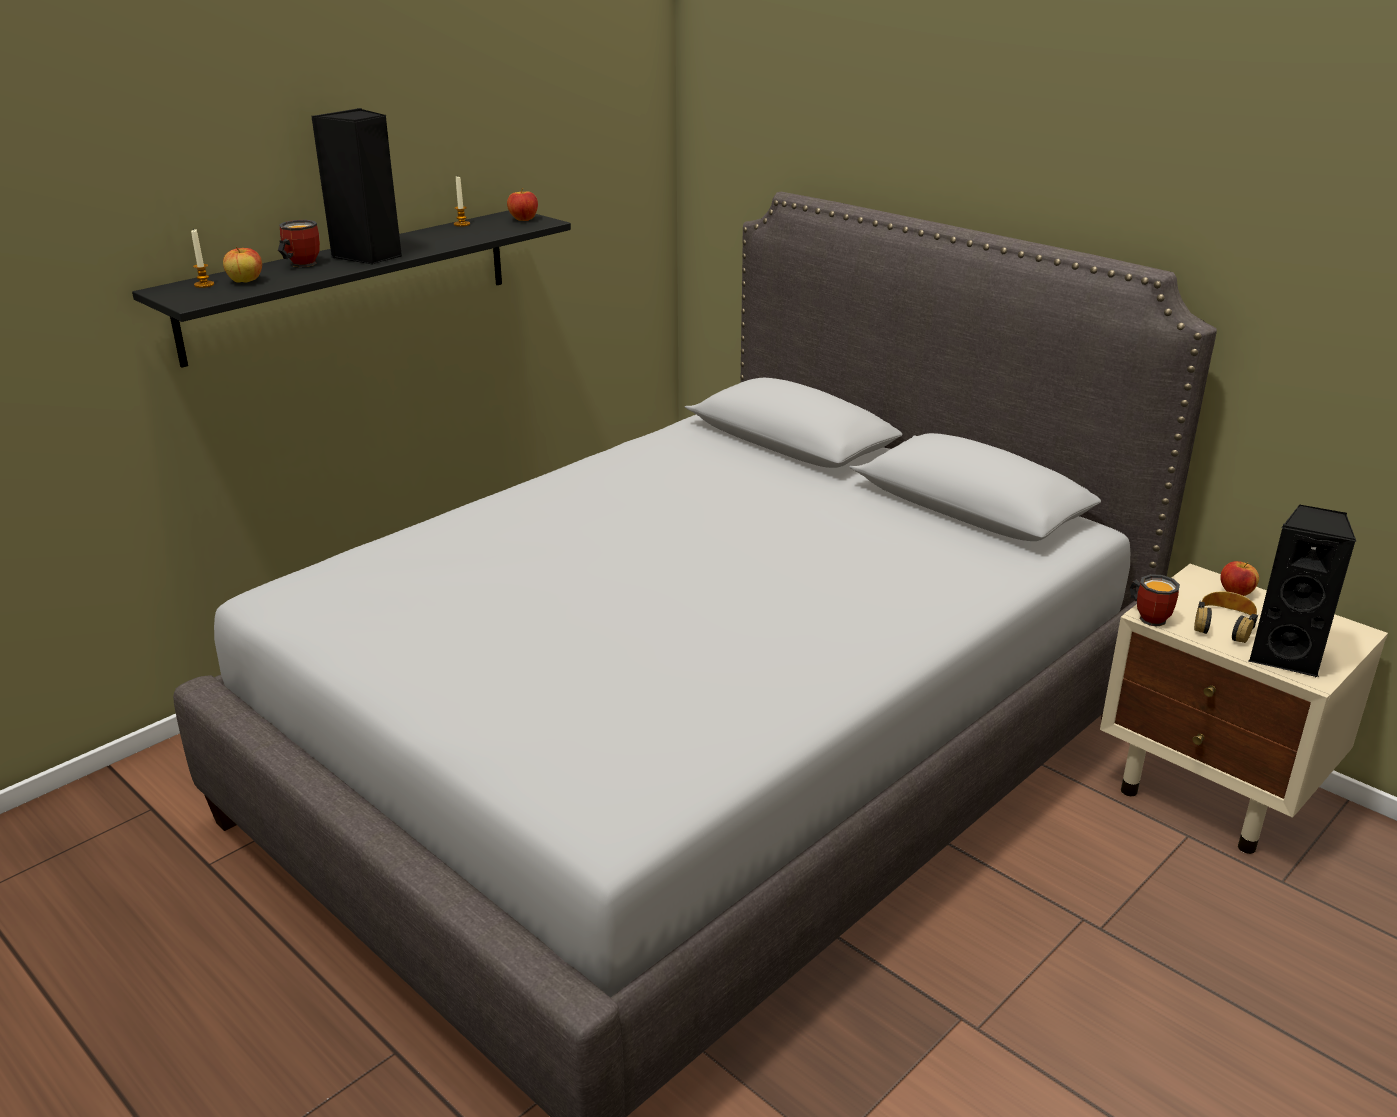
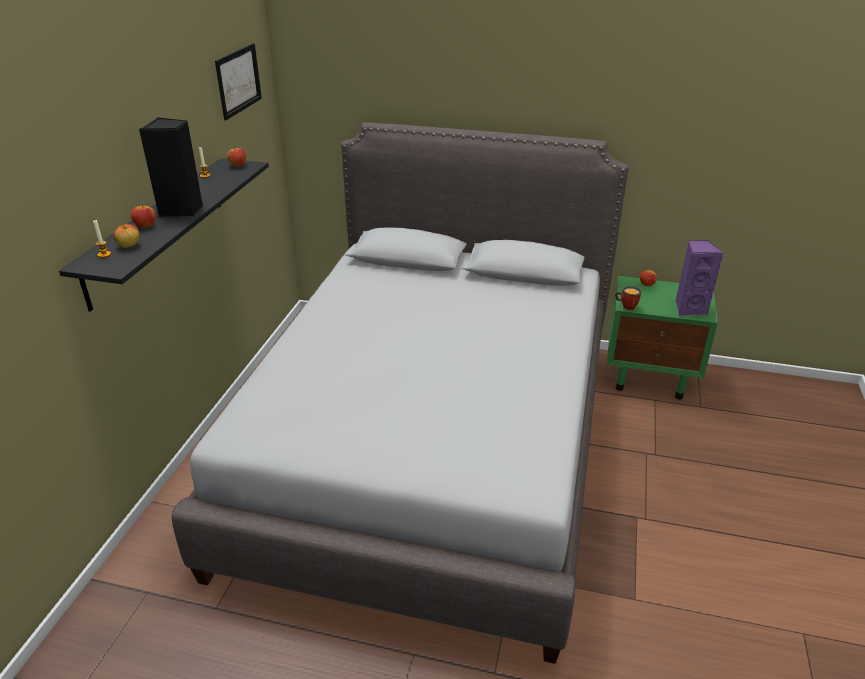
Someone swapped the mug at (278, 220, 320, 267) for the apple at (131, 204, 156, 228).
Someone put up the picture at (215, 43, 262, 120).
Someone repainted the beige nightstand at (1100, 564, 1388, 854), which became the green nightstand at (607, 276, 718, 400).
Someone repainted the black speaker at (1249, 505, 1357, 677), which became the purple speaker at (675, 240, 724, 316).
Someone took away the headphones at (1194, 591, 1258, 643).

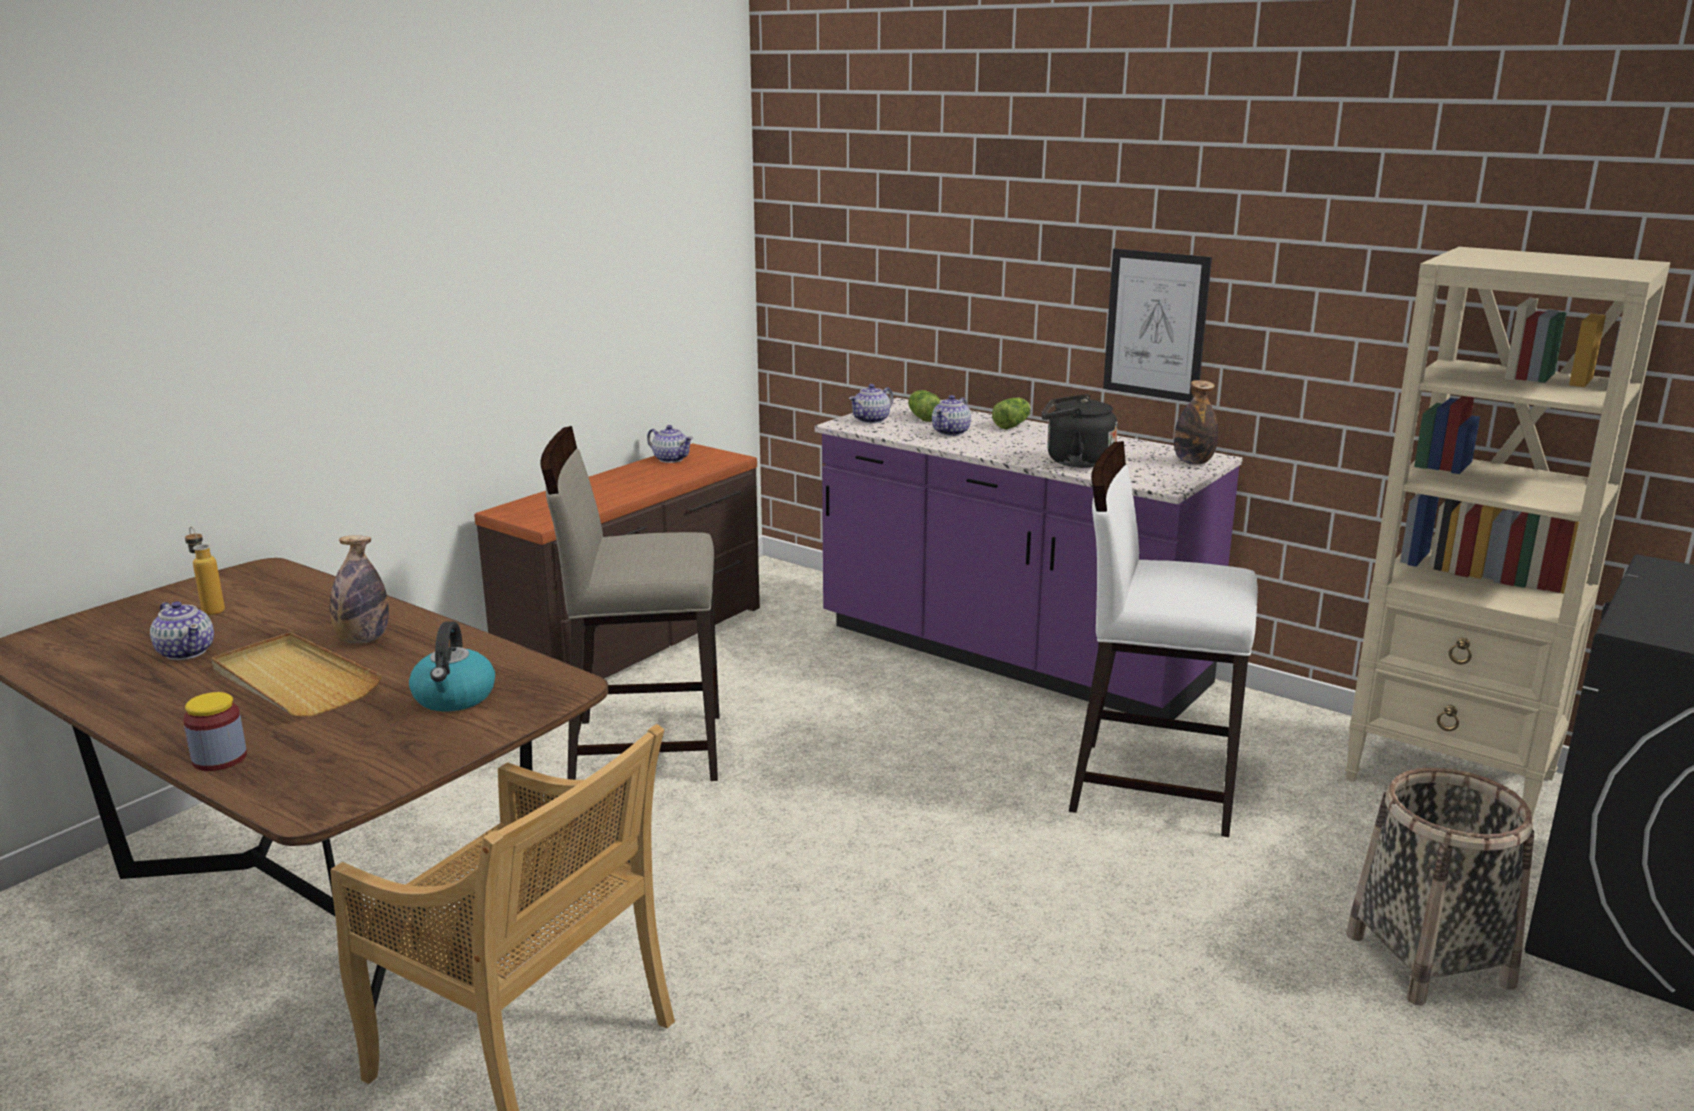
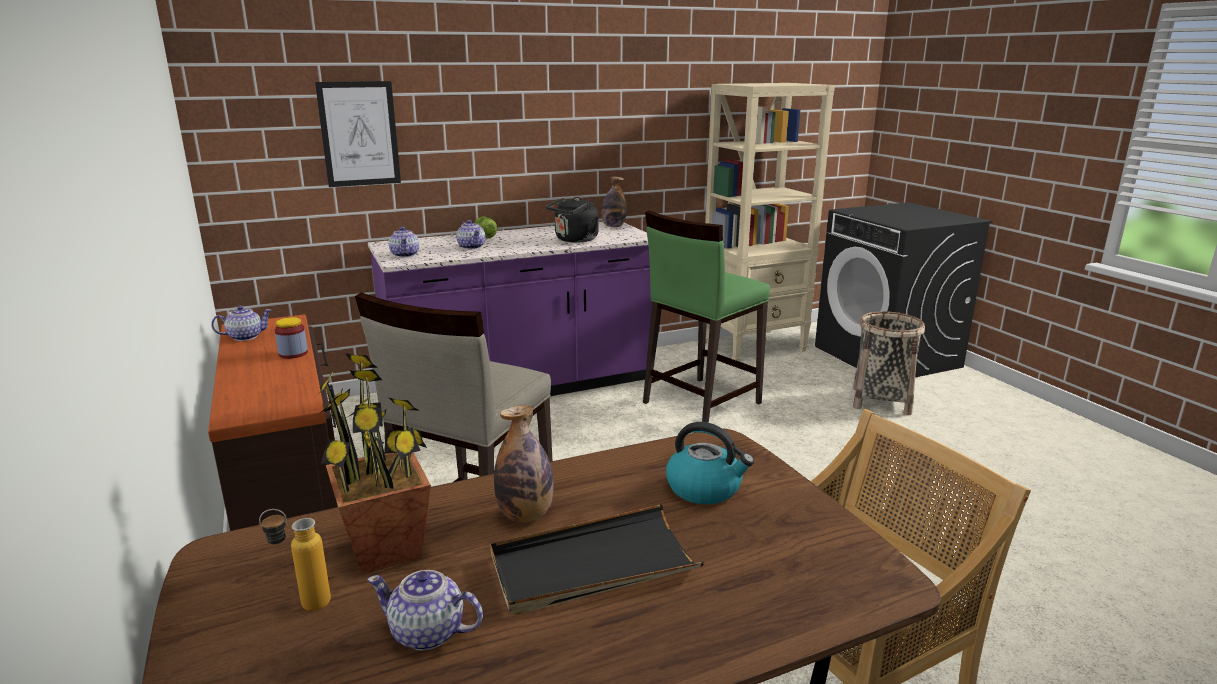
Someone carried the jar from (183, 692, 247, 771) to (275, 317, 308, 359).
Someone carried the picture from (1103, 249, 1212, 402) to (315, 81, 401, 187).
Someone put down the potted plant at (316, 353, 431, 574).
Someone rotated the teapot at (150, 601, 214, 660) by 150 degrees counterclockwise.
Someone repainted the beige tray at (211, 632, 382, 716), which became the black tray at (490, 504, 704, 615).
Someone repainted the white stool at (1069, 441, 1258, 837), which became the green stool at (643, 211, 770, 423).
Someone took away the lettuce at (908, 390, 941, 422).

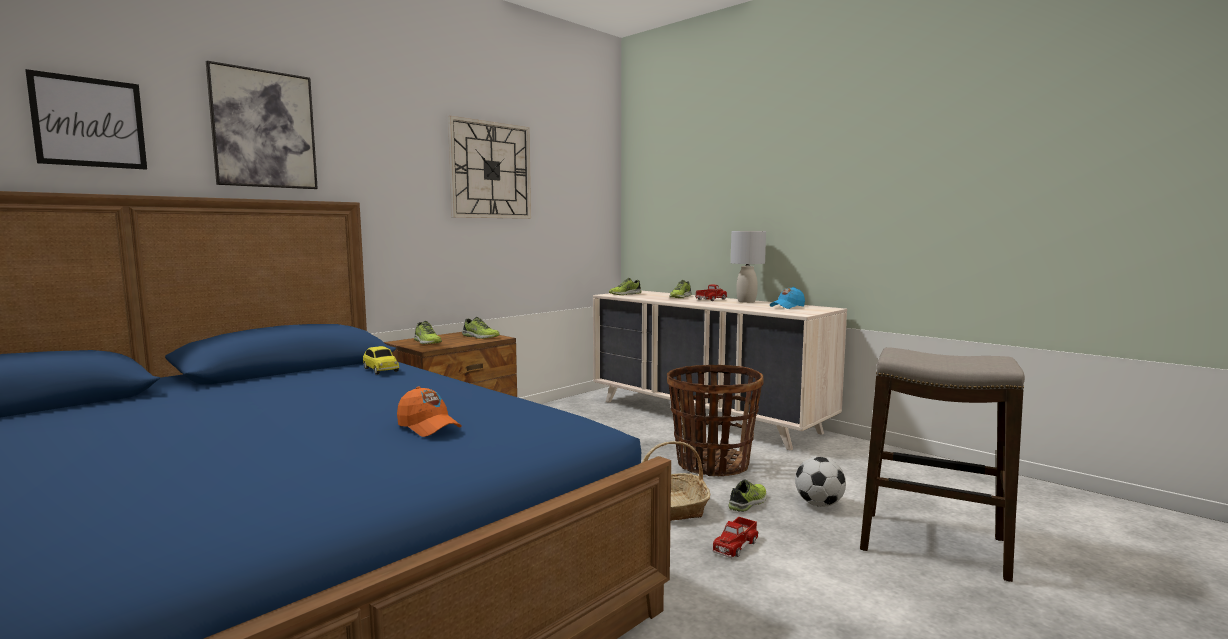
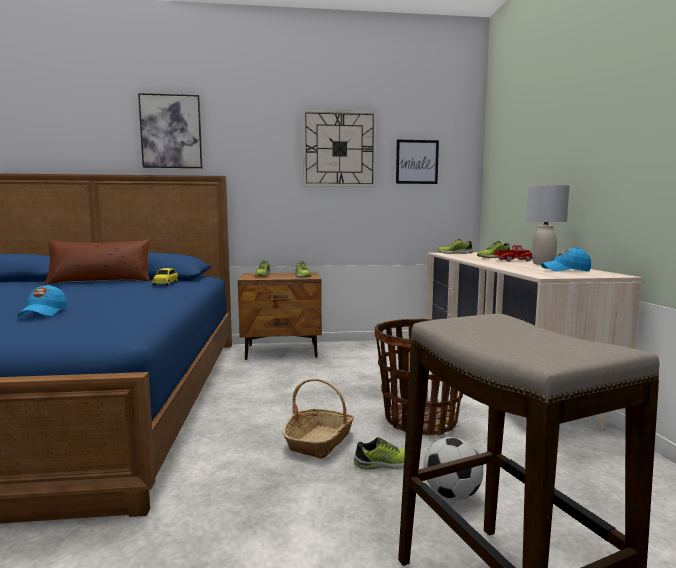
Someone repainted the orange cap at (397, 387, 462, 437), which became the blue cap at (17, 284, 67, 317).
Someone put down the brown pillow at (44, 239, 150, 285).
Someone carried the picture from (25, 69, 147, 170) to (396, 140, 439, 184).
Someone took away the toy truck at (712, 517, 759, 558).

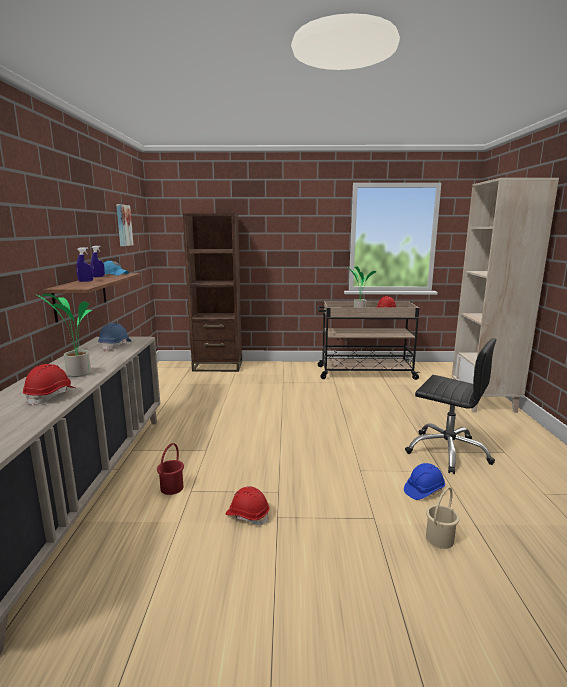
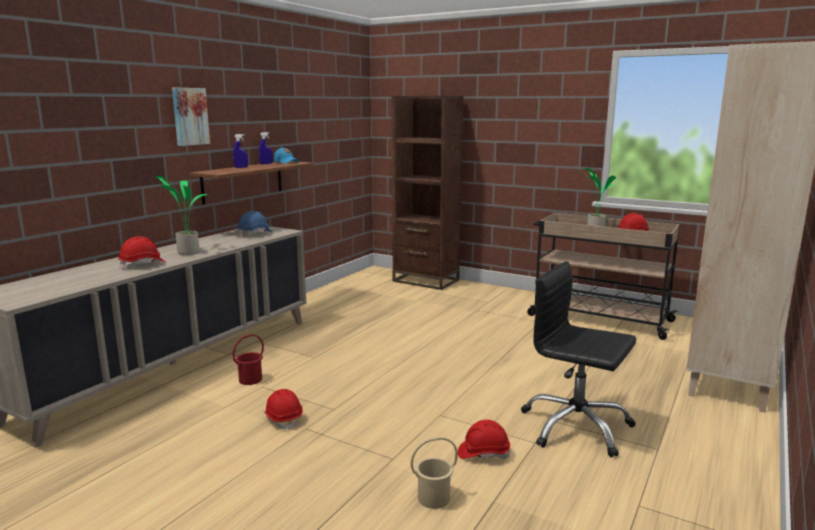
Someone carried the picture from (116, 204, 134, 246) to (172, 88, 210, 146).
Someone repainted the blue hard hat at (404, 463, 445, 500), which became the red hard hat at (458, 420, 510, 459).
Someone rotated the black office chair at (405, 338, 496, 474) by 150 degrees clockwise.

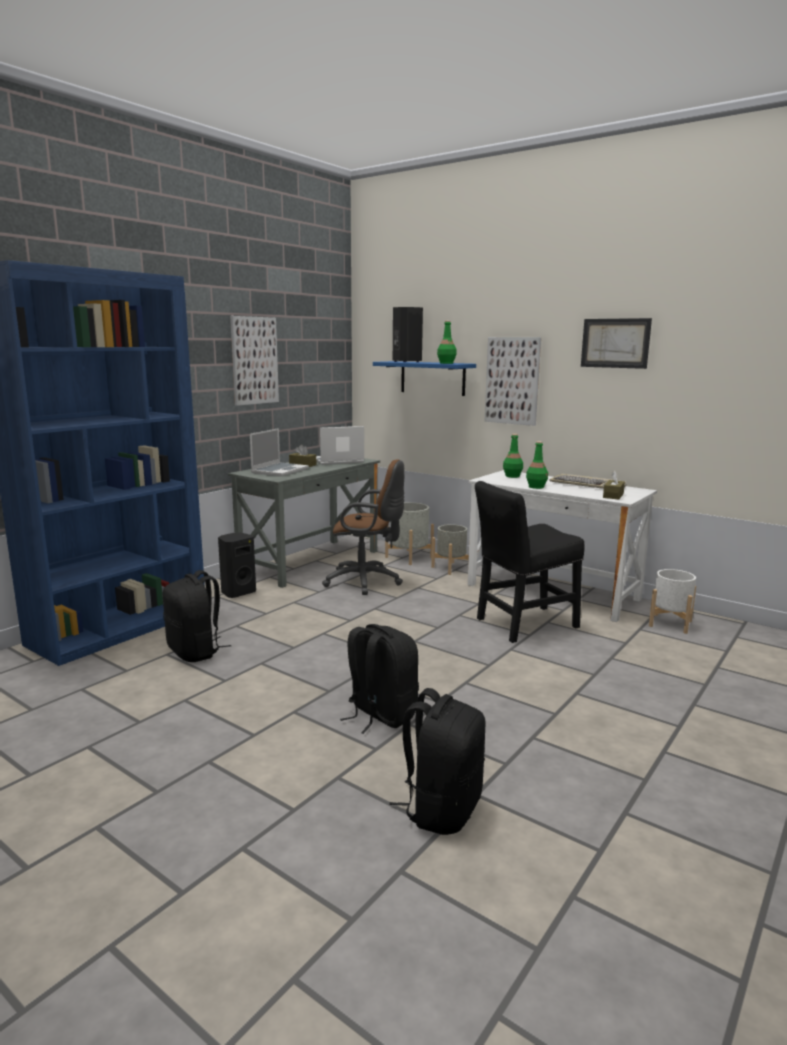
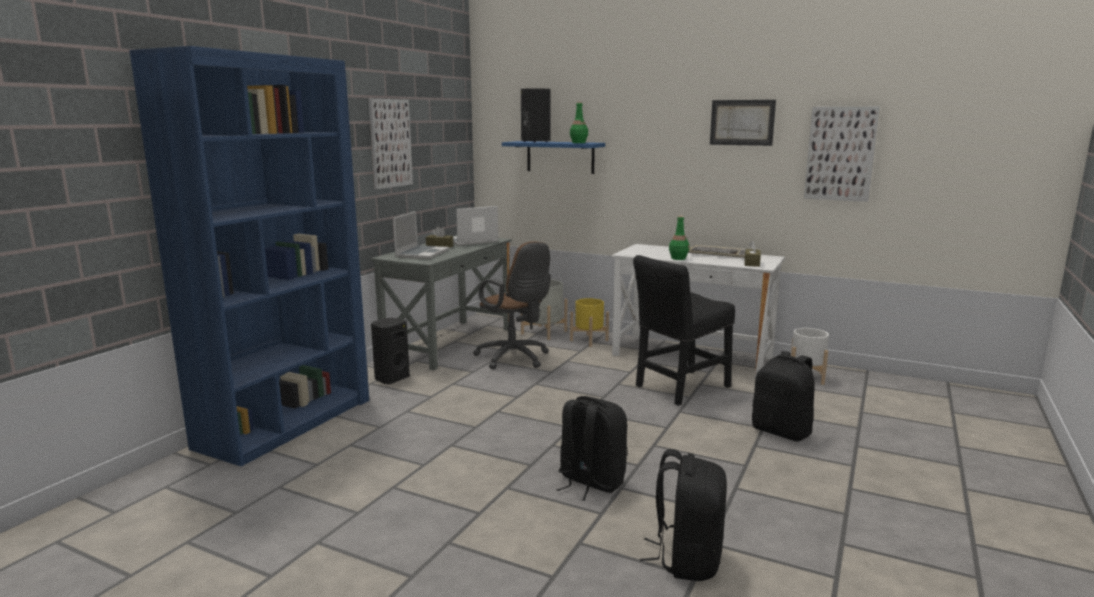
Someone rotated the brown office chair at (322, 459, 405, 595) by 45 degrees clockwise.
Someone repainted the grey planter at (431, 524, 469, 575), which became the yellow planter at (570, 298, 609, 347).
Someone carried the black backpack from (163, 570, 231, 662) to (752, 351, 814, 441).
Someone carried the picture from (485, 337, 541, 426) to (804, 107, 880, 202).
Someone took away the green bottle at (503, 434, 523, 478).

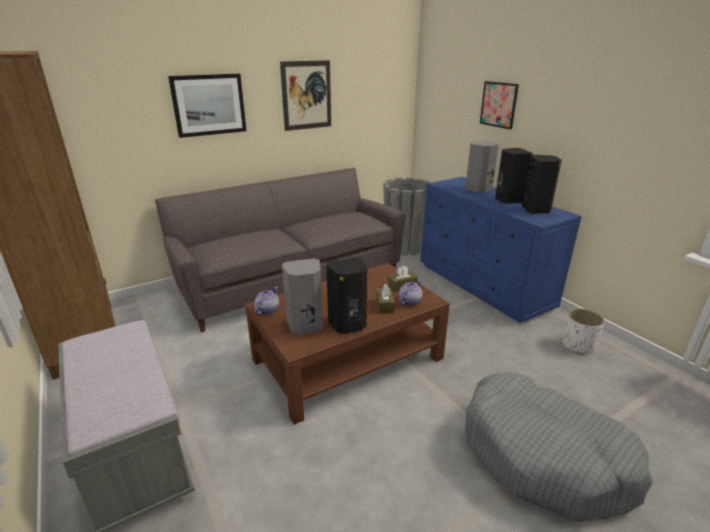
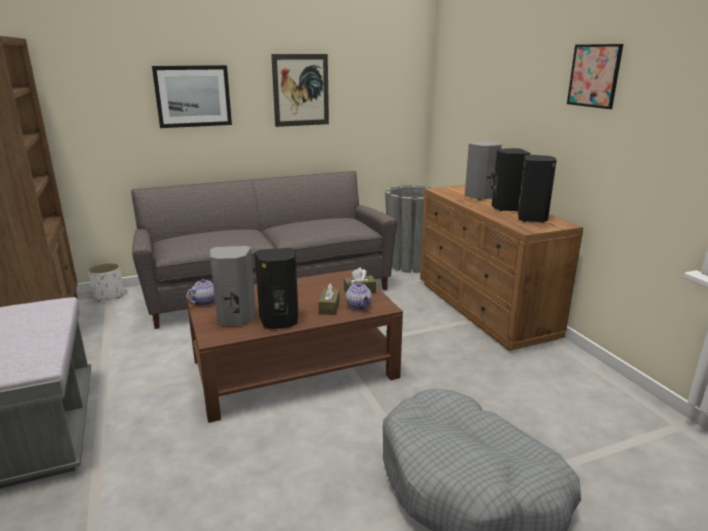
Someone carried the white planter from (562, 308, 605, 355) to (88, 262, 124, 302).
Someone rotated the teapot at (399, 280, 423, 306) by 105 degrees clockwise.
Someone repainted the blue dresser at (421, 177, 581, 323), which became the brown dresser at (420, 185, 583, 351).
Someone carried the picture from (480, 81, 519, 129) to (567, 44, 623, 109).

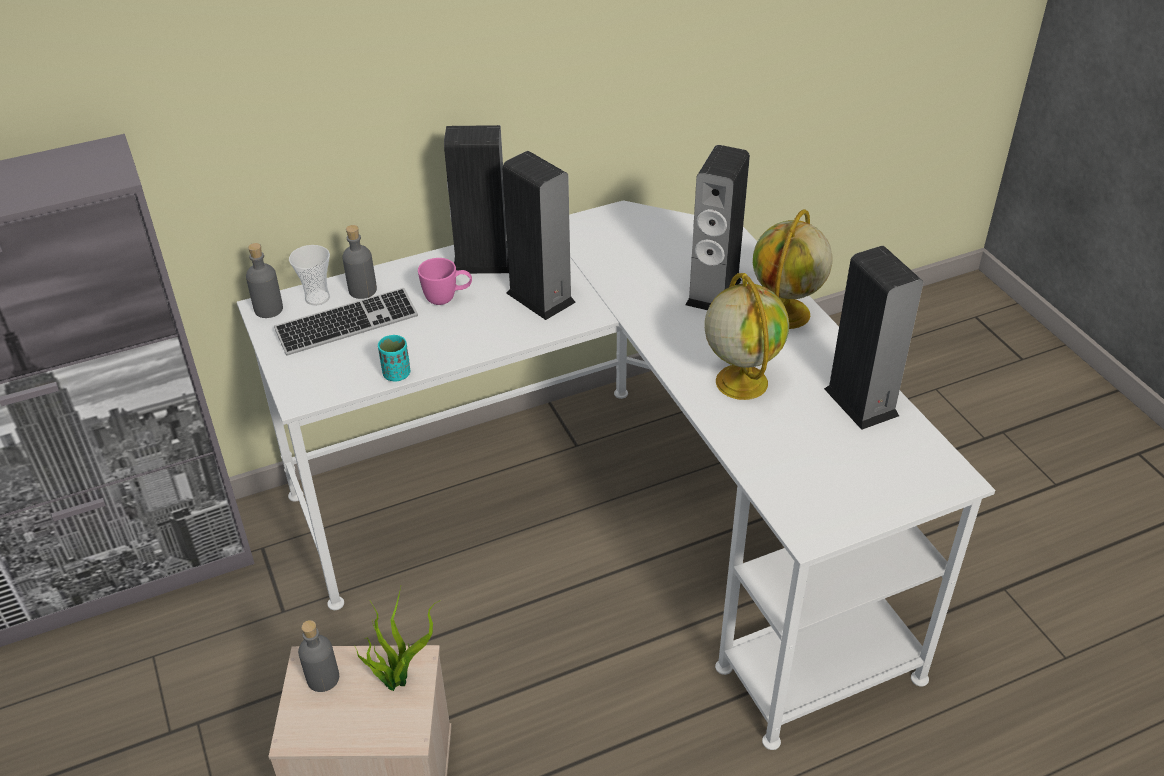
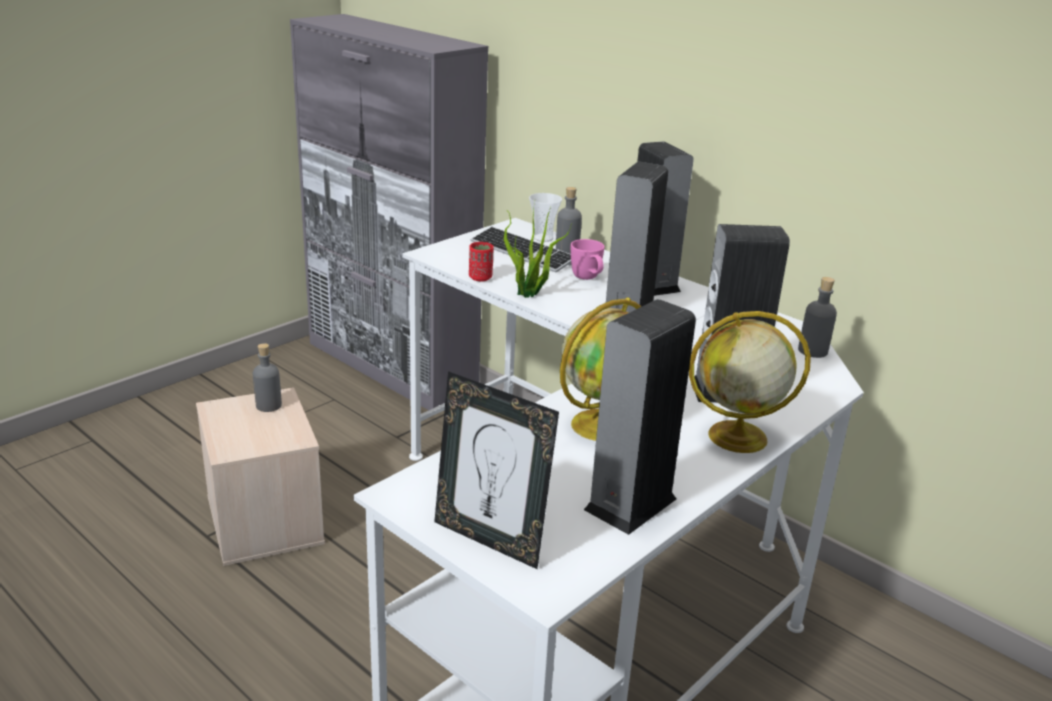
Someone put down the picture frame at (434, 371, 559, 569).
Someone repainted the turquoise cup at (378, 335, 410, 382), which became the red cup at (469, 242, 494, 281).
Someone carried the potted plant from (354, 587, 439, 691) to (504, 202, 572, 298).
Someone carried the grey bottle from (246, 243, 283, 318) to (798, 277, 837, 358).

